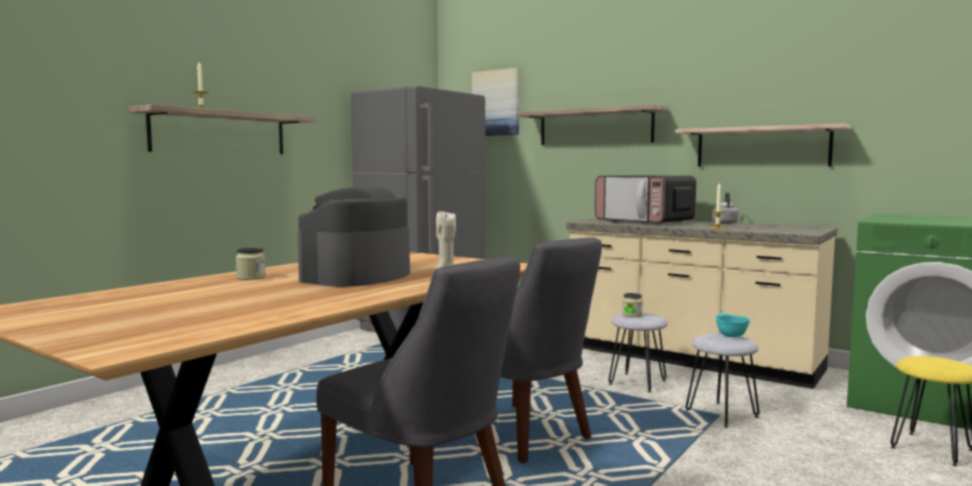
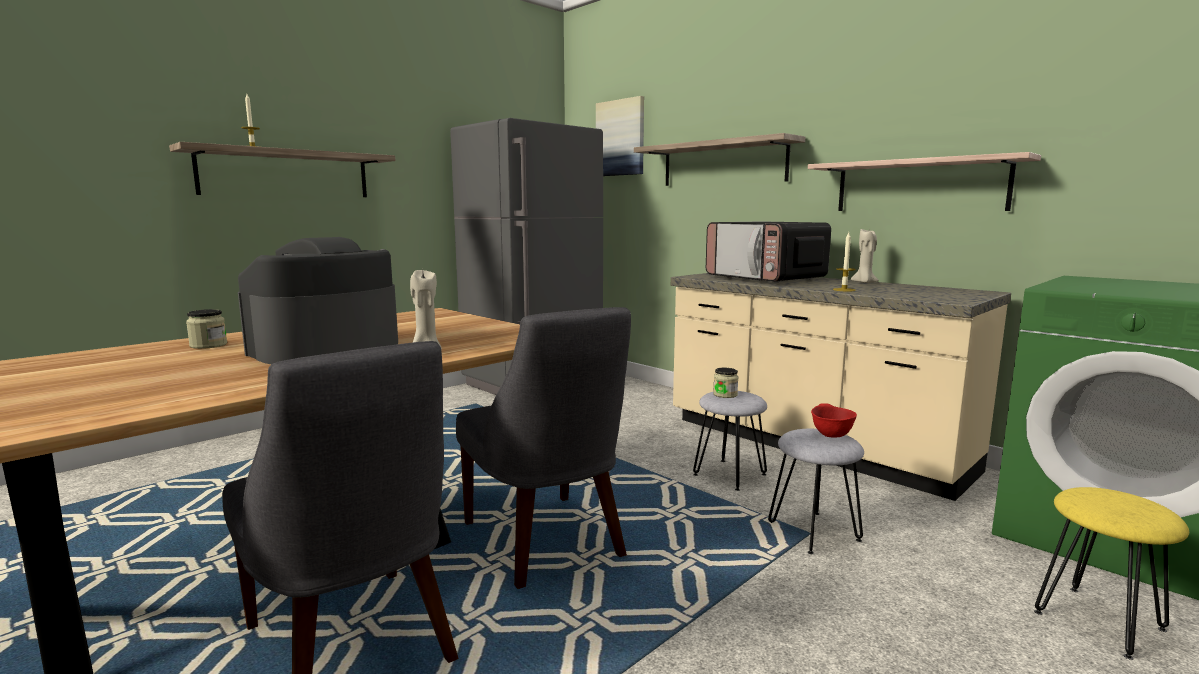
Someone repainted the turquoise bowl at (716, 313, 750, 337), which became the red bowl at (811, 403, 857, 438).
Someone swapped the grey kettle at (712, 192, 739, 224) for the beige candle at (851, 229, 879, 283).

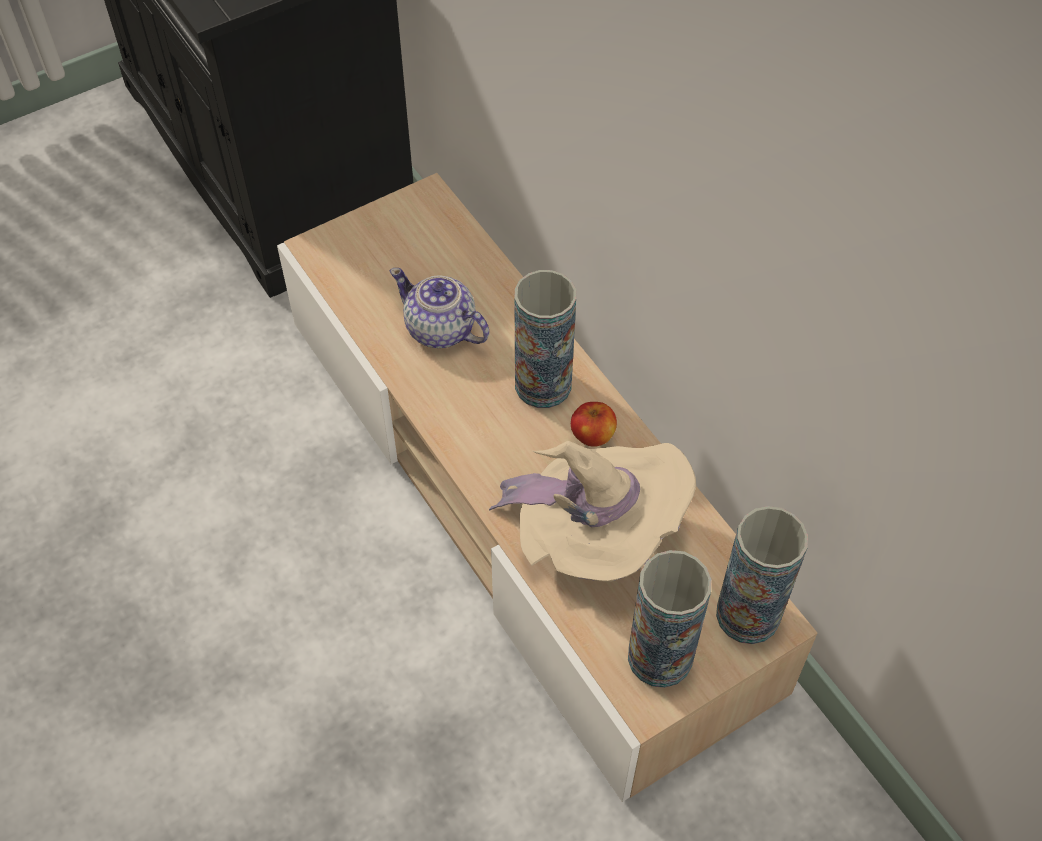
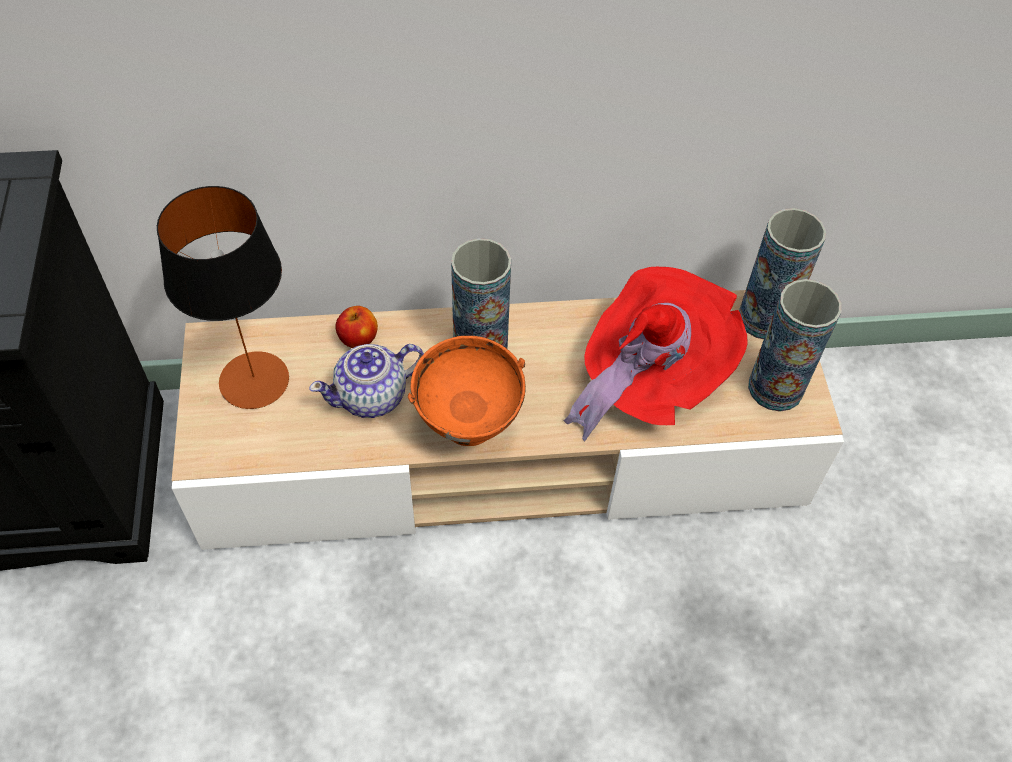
Someone put down the table lamp at (157, 186, 289, 409).
Someone carried the apple from (571, 402, 617, 447) to (335, 306, 378, 348).
Someone put down the orange bowl at (408, 336, 526, 446).
Someone repainted the beige hat at (489, 441, 696, 582), which became the red hat at (564, 267, 748, 442).

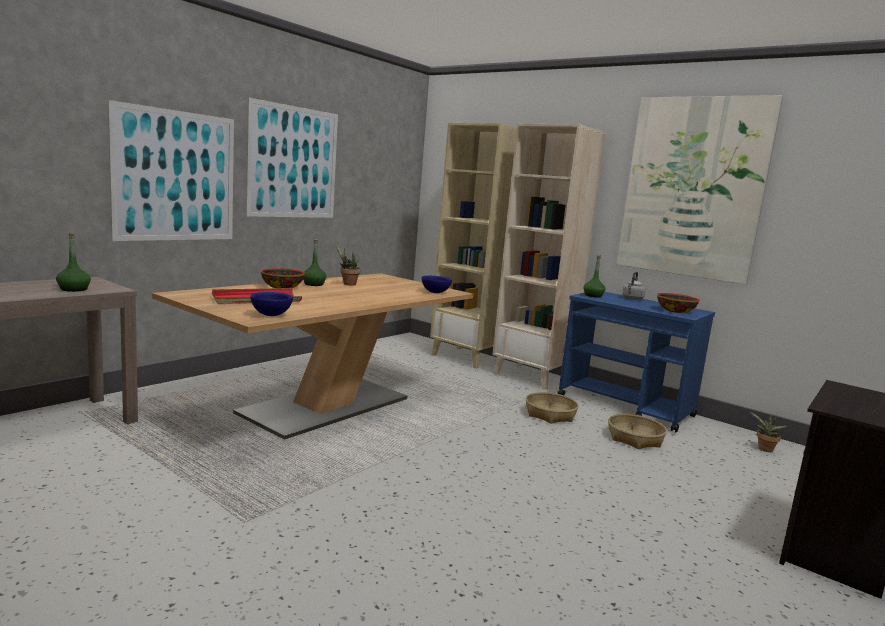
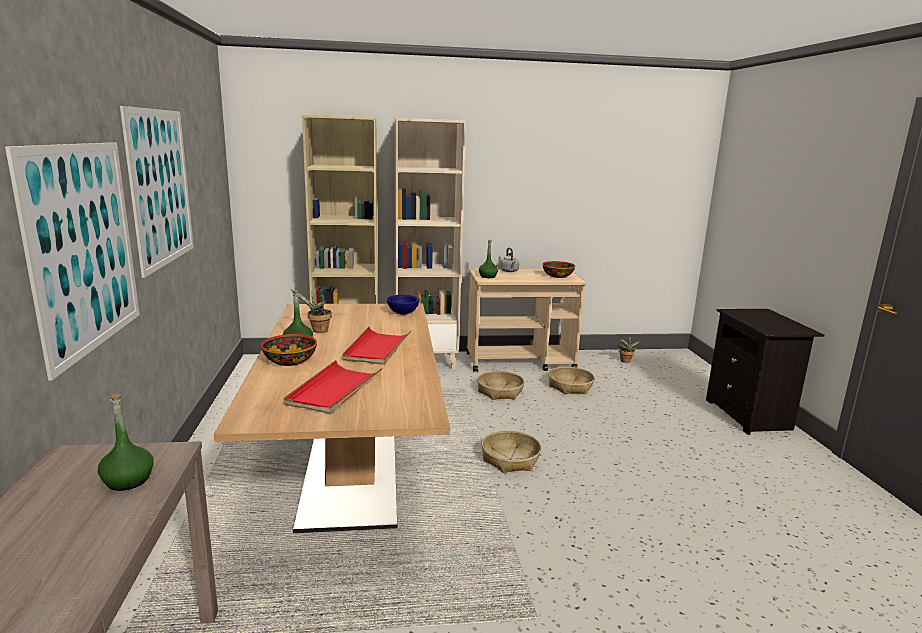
Someone put down the red tray at (342, 326, 412, 365).
Someone repainted the blue cart at (557, 292, 715, 432), which became the beige cart at (466, 269, 586, 372).
Someone put down the basket at (482, 431, 541, 473).
Someone took away the blue bowl at (250, 292, 293, 316).
Someone took away the picture at (617, 95, 783, 285).

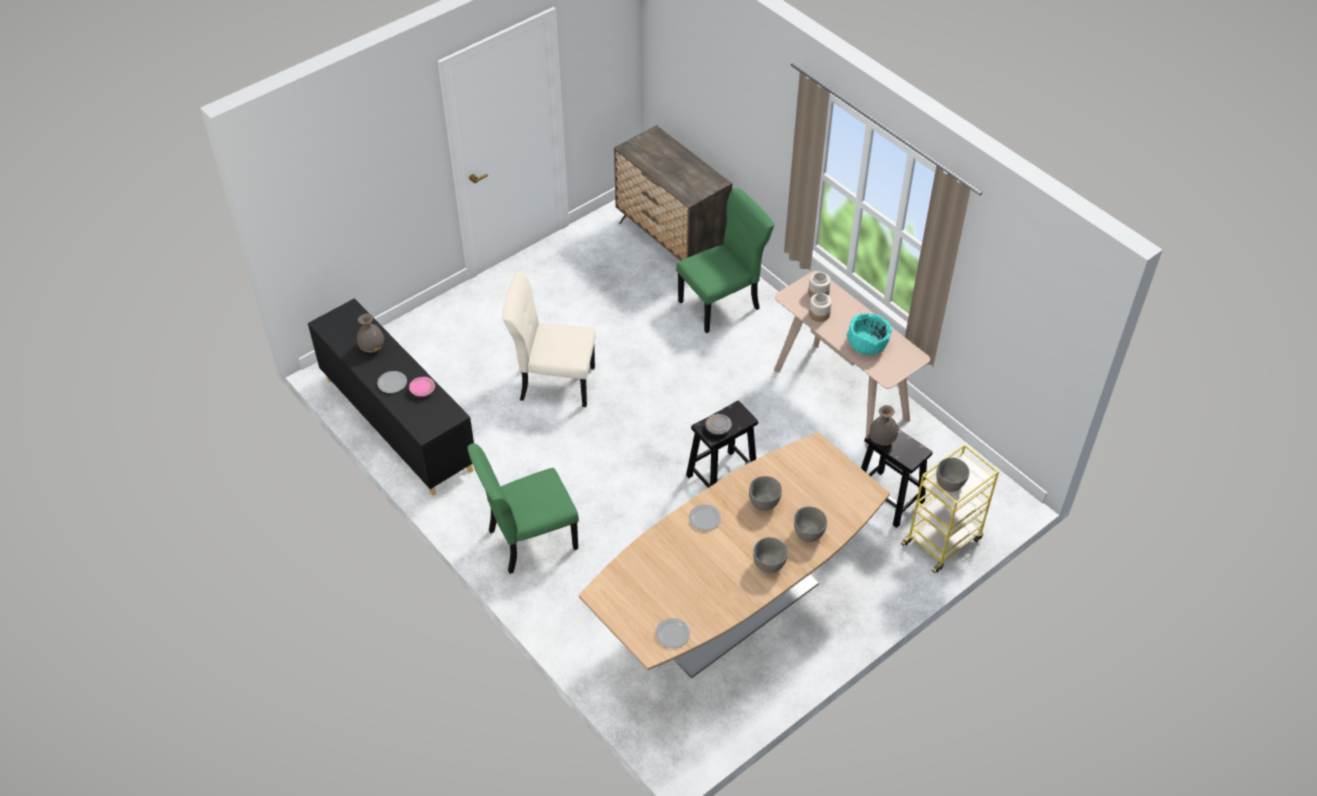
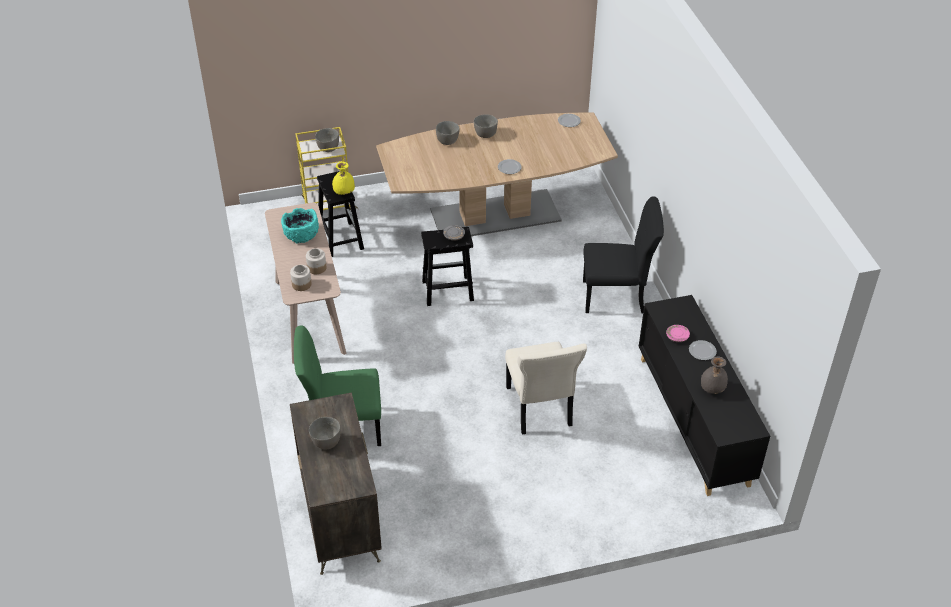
Someone carried the grey bowl from (749, 476, 782, 511) to (309, 417, 341, 450).
Someone repainted the grey vase at (869, 405, 898, 445), which became the yellow vase at (332, 162, 355, 195).
Someone rotated the beige chair at (502, 271, 595, 407) by 45 degrees clockwise.
Someone repainted the green chair at (467, 443, 579, 574), which became the black chair at (583, 196, 664, 314).

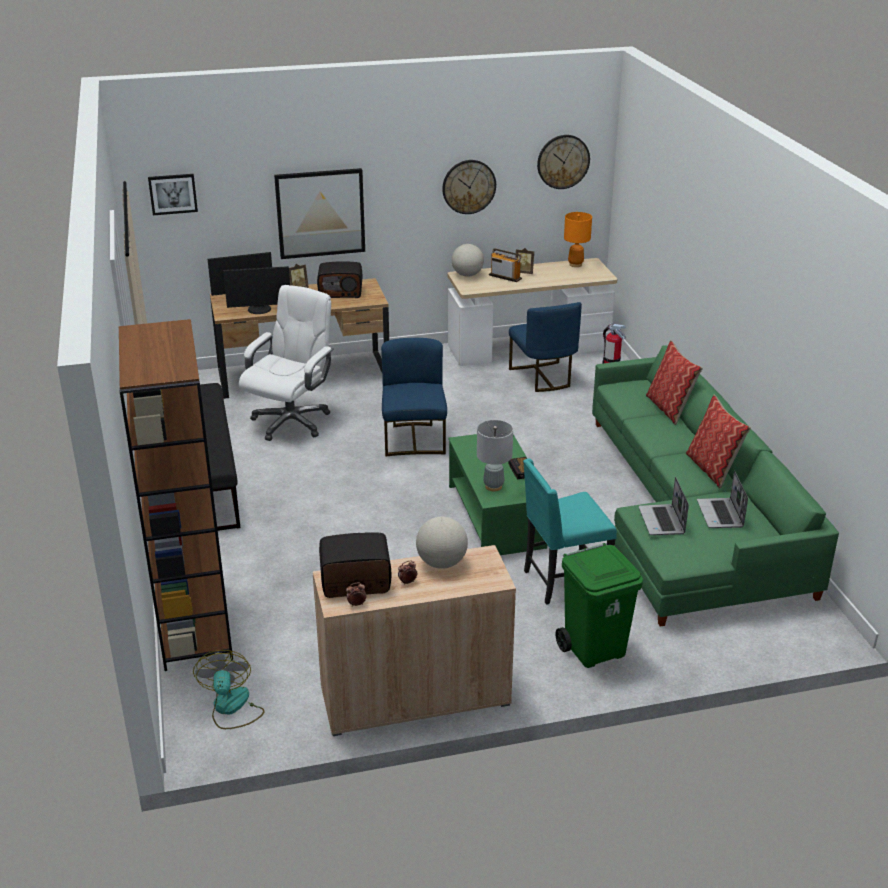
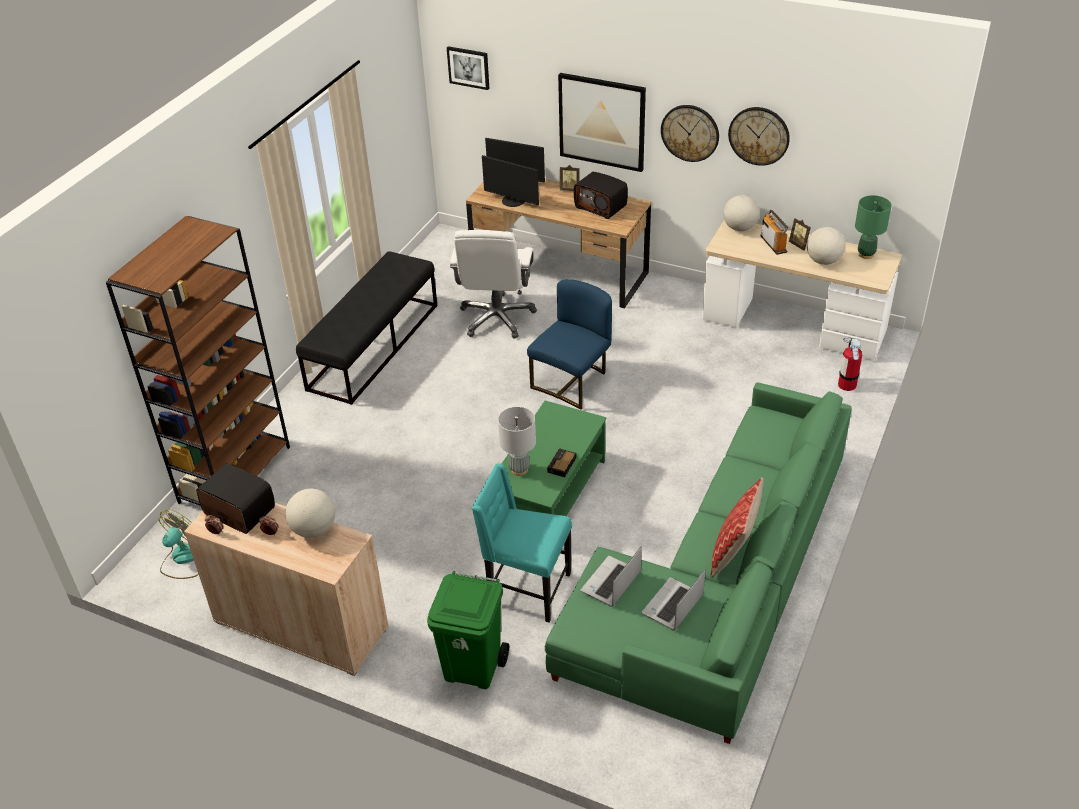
Someone rotated the white office chair at (239, 285, 334, 441) by 120 degrees clockwise.
Someone carried the wall clock from (537, 135, 590, 189) to (661, 105, 719, 162).
Someone put down the globe at (807, 227, 845, 265).
Someone repainted the orange table lamp at (564, 212, 592, 267), which became the green table lamp at (855, 195, 892, 259).
Someone took away the blue chair at (509, 302, 582, 392).
Someone took away the pillow at (646, 340, 703, 425).

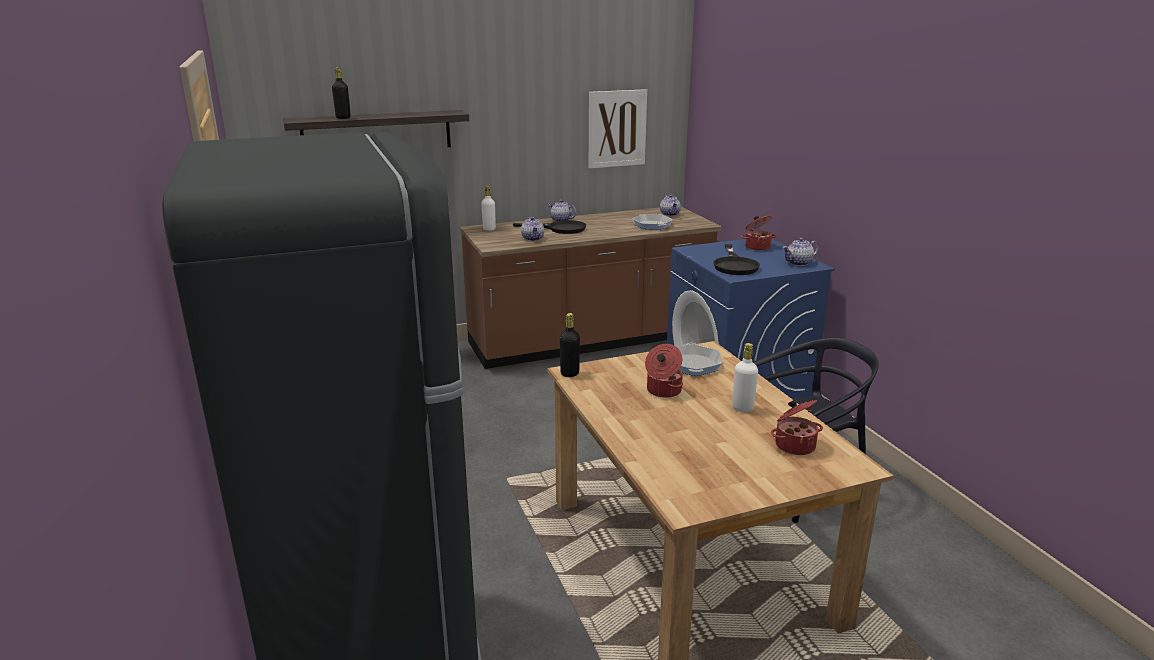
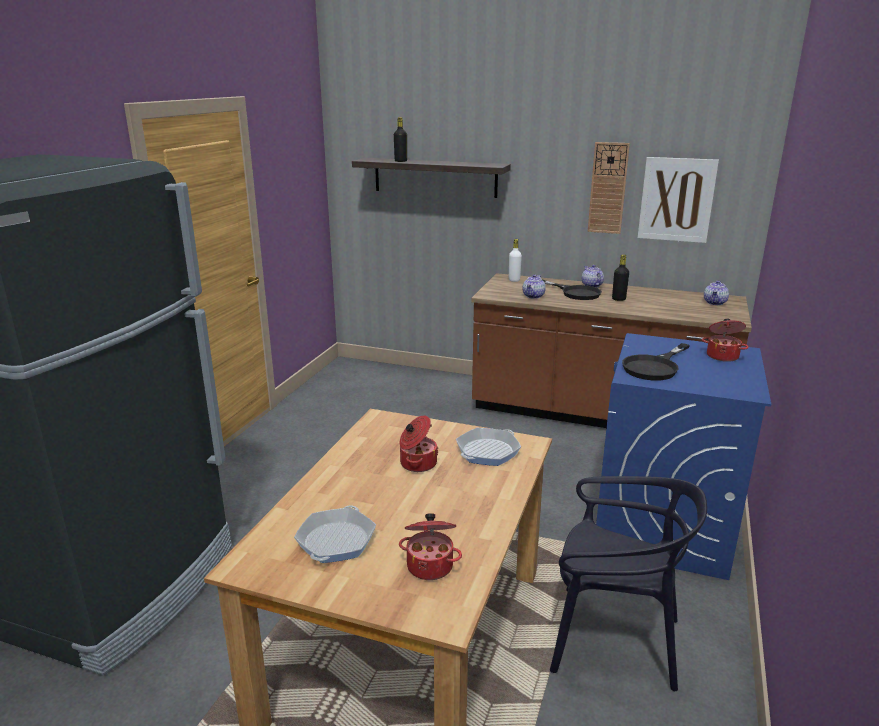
Someone carried the frying pan from (632, 214, 673, 230) to (294, 506, 376, 563).
Someone put up the wall clock at (588, 142, 630, 234).
Someone carried the black bottle from (560, 313, 580, 377) to (612, 254, 629, 301).
Someone took away the white bottle at (732, 343, 758, 412).
Someone took away the teapot at (782, 238, 819, 266).

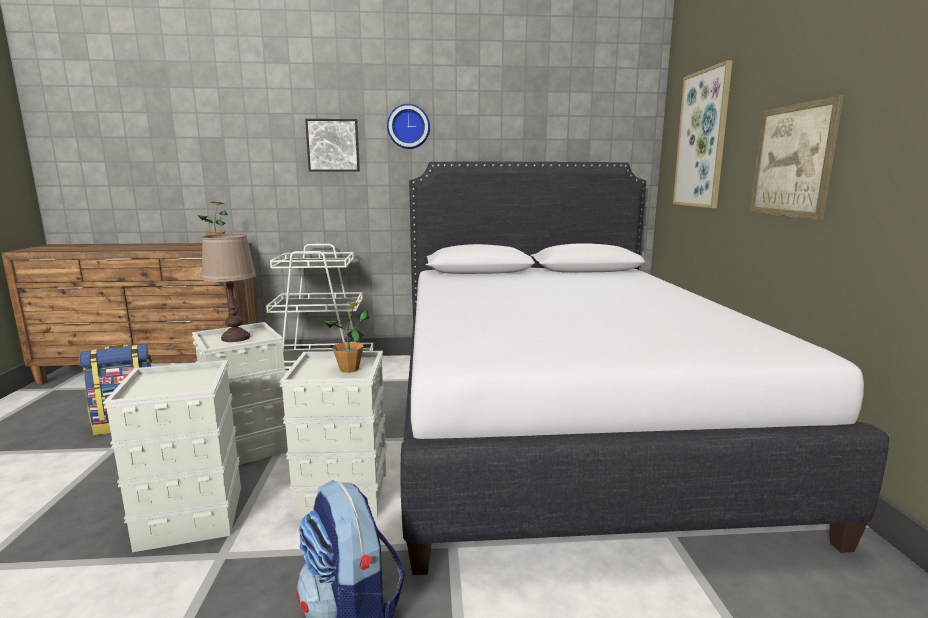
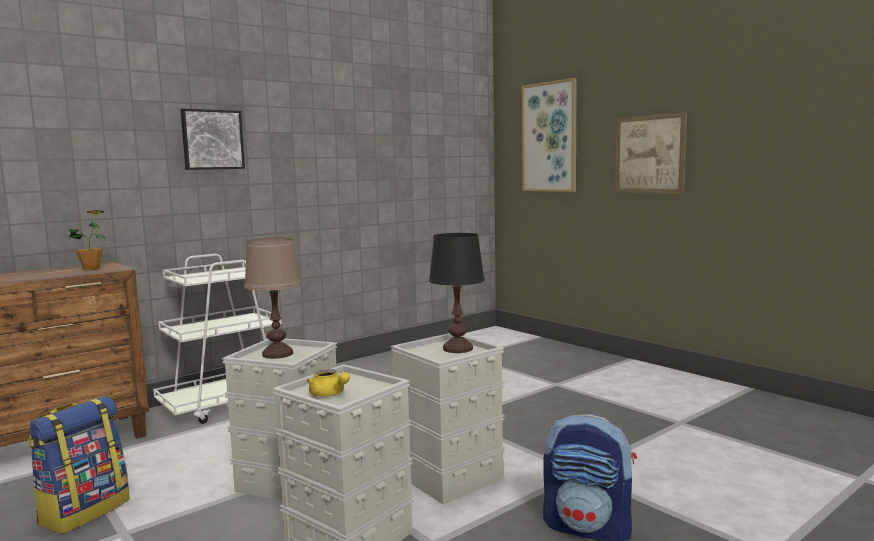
Someone put down the yellow teapot at (307, 369, 350, 397).
Someone swapped the potted plant at (322, 301, 370, 373) for the black table lamp at (429, 233, 485, 353).
Someone took away the wall clock at (387, 104, 430, 149).
Someone took away the white bed at (400, 161, 889, 575).

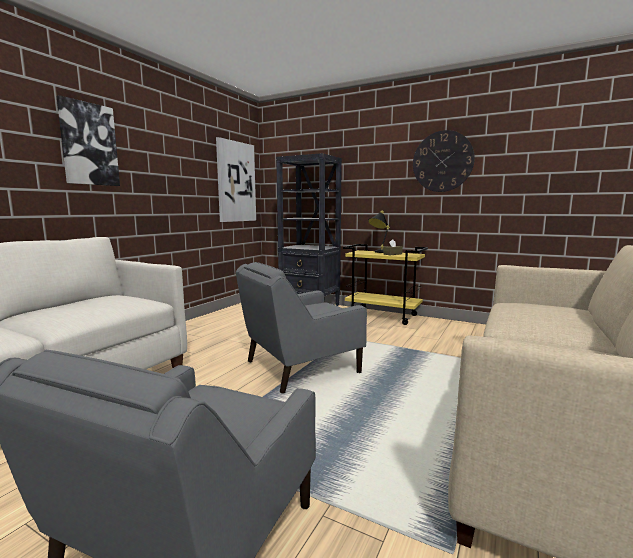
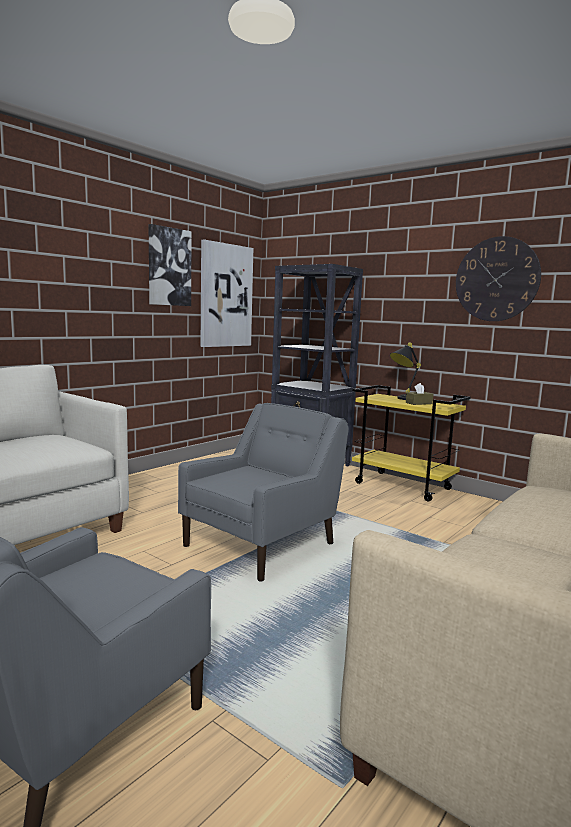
Someone carried the picture from (56, 95, 120, 186) to (149, 224, 191, 306).
Someone rotated the grey armchair at (236, 262, 367, 394) by 150 degrees clockwise.

